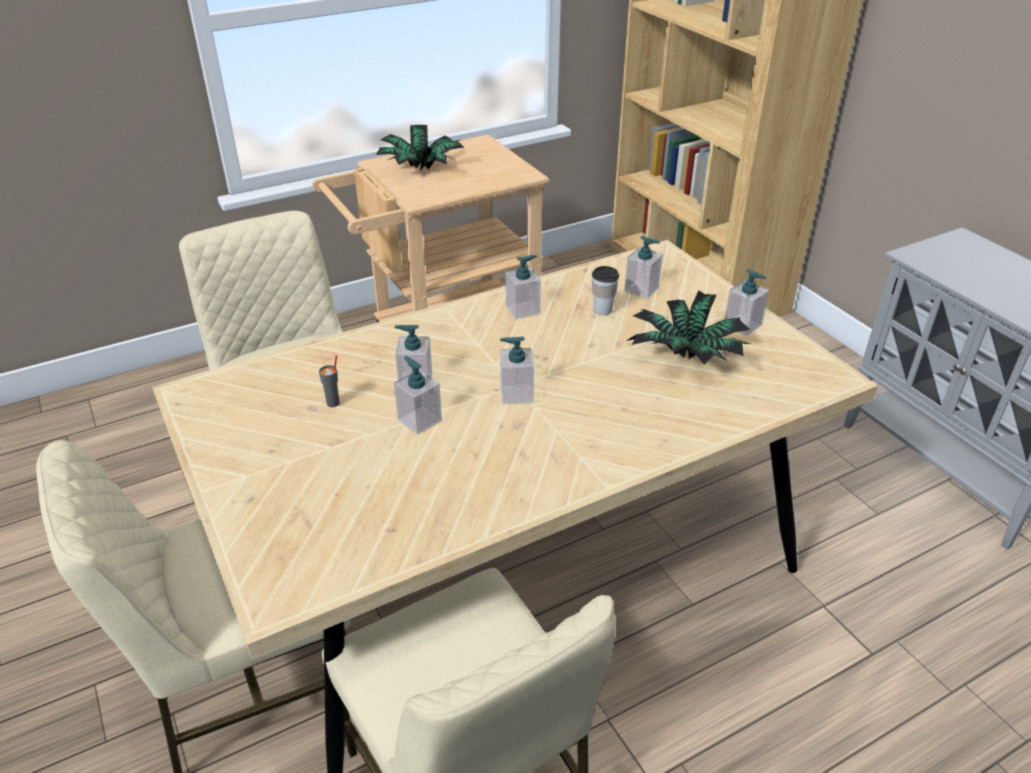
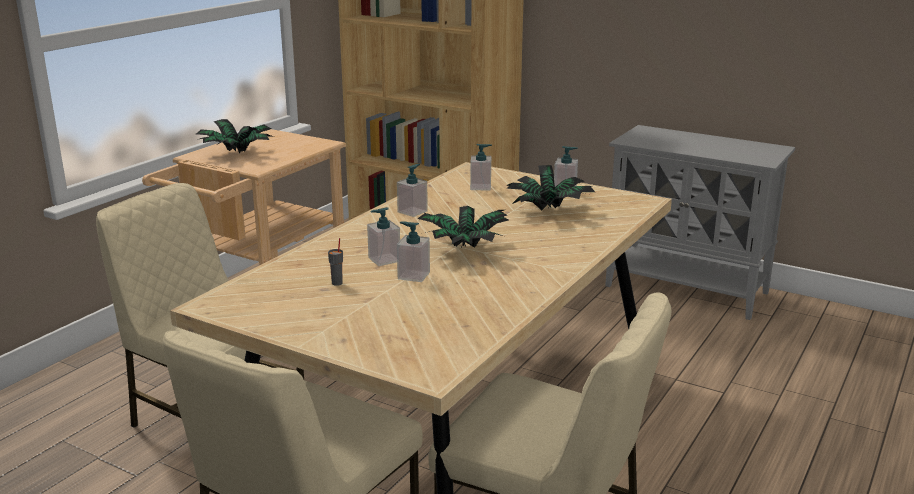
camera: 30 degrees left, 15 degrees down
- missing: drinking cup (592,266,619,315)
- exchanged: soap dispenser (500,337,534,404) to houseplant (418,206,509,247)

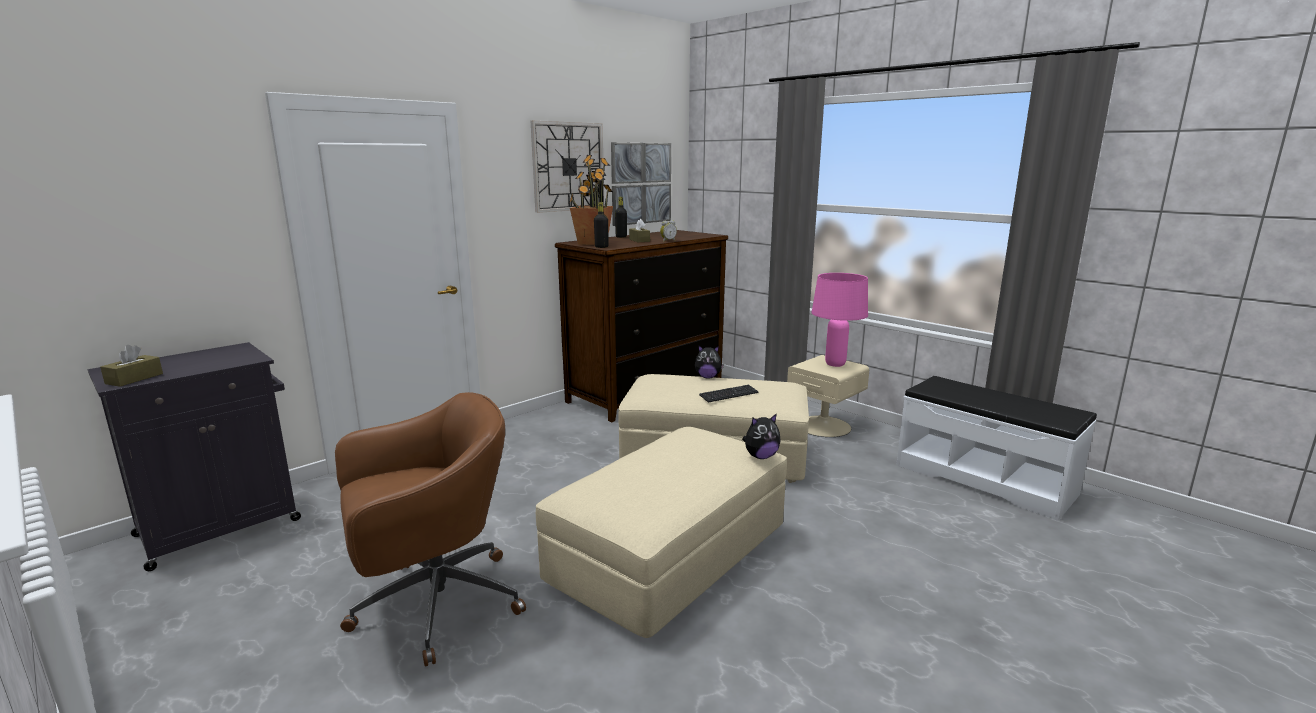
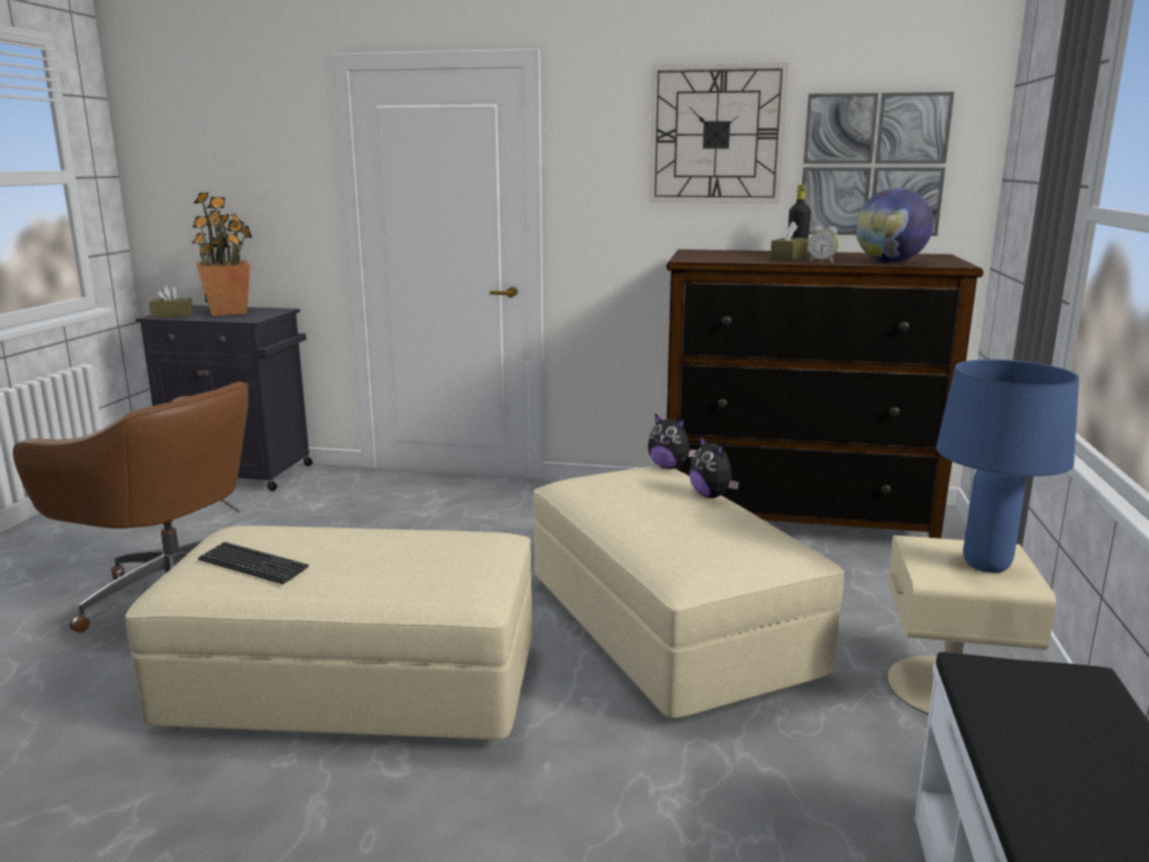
camera: 55 degrees right, 0 degrees up
- missing: black-coloured drink bottle (594,202,608,248)
- appeared: desk globe (856,188,934,263)
- relocated: houseplant (569,155,613,245) to (192,192,252,316)
- relocated: PC keyboard (699,384,758,402) to (198,542,309,584)
- relocated: soft toy (742,414,781,459) to (648,414,697,469)
- colour: pink-coloured tabletop lamp (812,273,868,367) to blue-coloured tabletop lamp (936,359,1079,573)

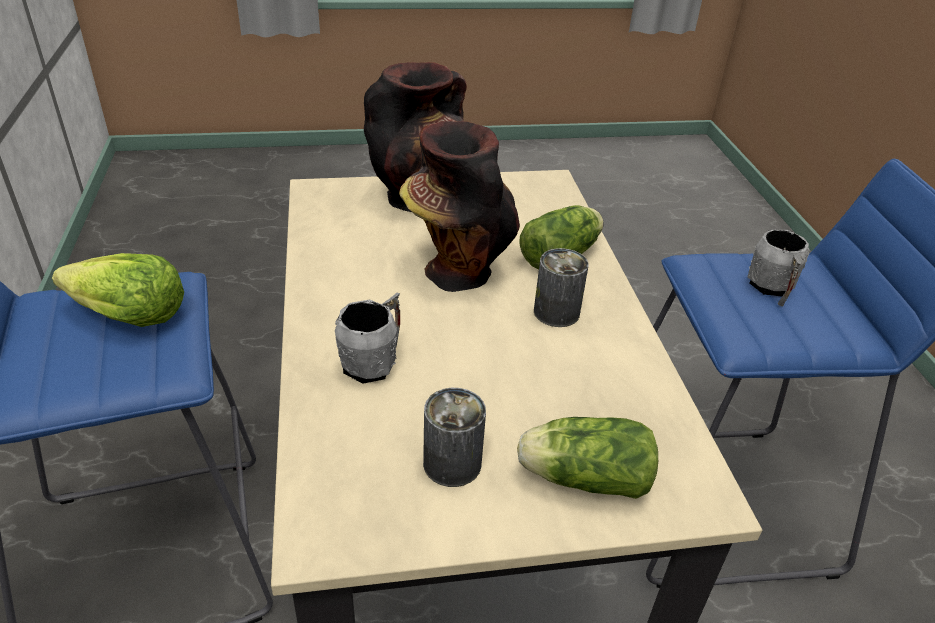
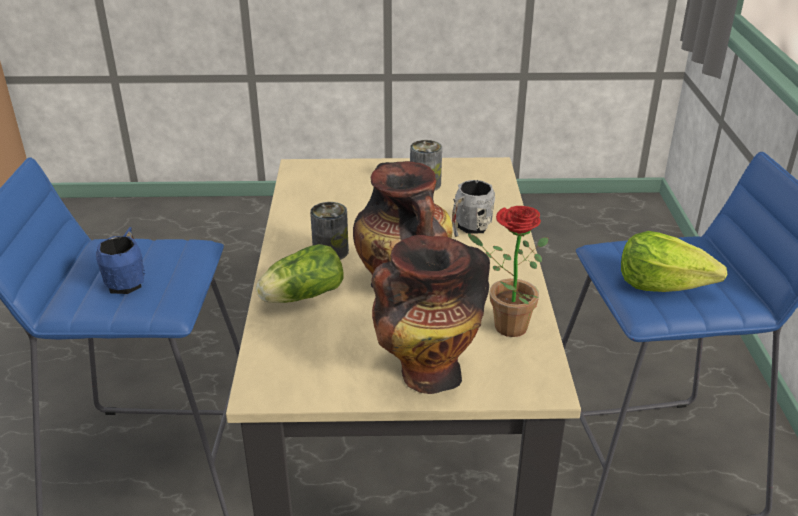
camera: 170 degrees left, 5 degrees down
- missing: lettuce (517,417,658,499)
- appeared: houseplant (468,206,548,337)
- colour: greyish mug (748,229,809,306) to blue-coloured mug (96,227,145,294)

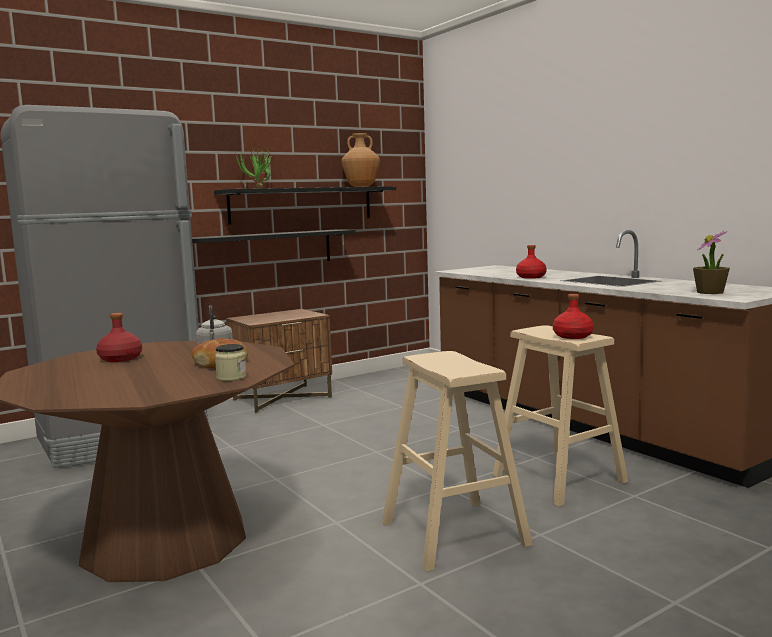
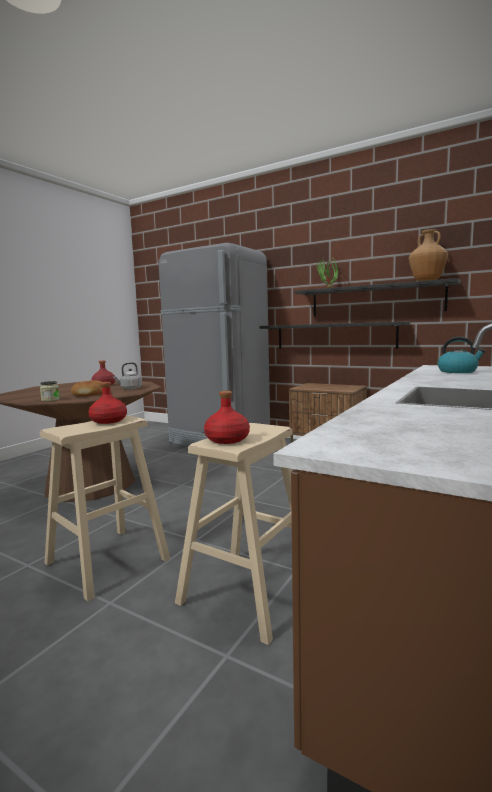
camera: 65 degrees right, 0 degrees up
- missing: houseplant (693,230,730,294)
- appeared: water kettle (438,337,486,373)
- relocated: red drink bottle (516,245,547,279) to (88,382,127,424)

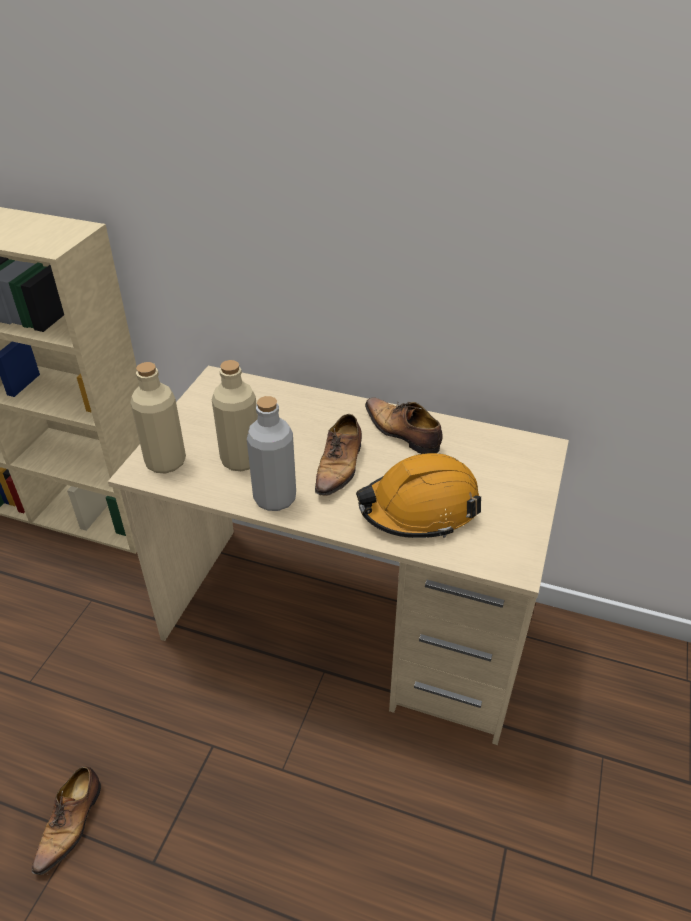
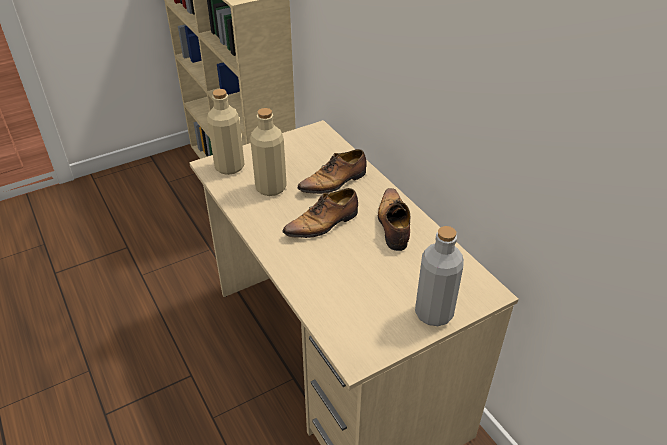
camera: 40 degrees right, 0 degrees up
- missing: orange work helmet (356,453,481,538)
- relocated: low shoe (32,767,101,875) to (297,149,367,194)
- relocated: greyish drink bottle (247,396,296,511) to (415,226,464,326)

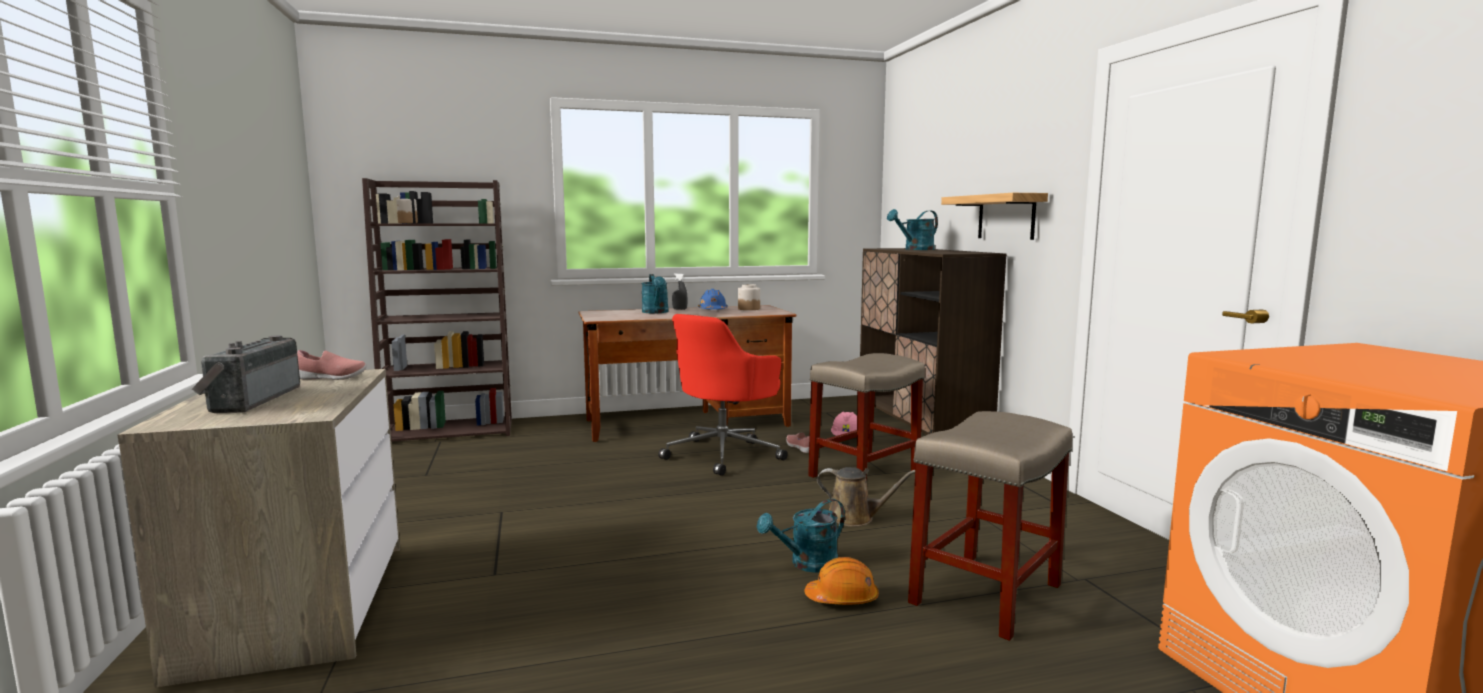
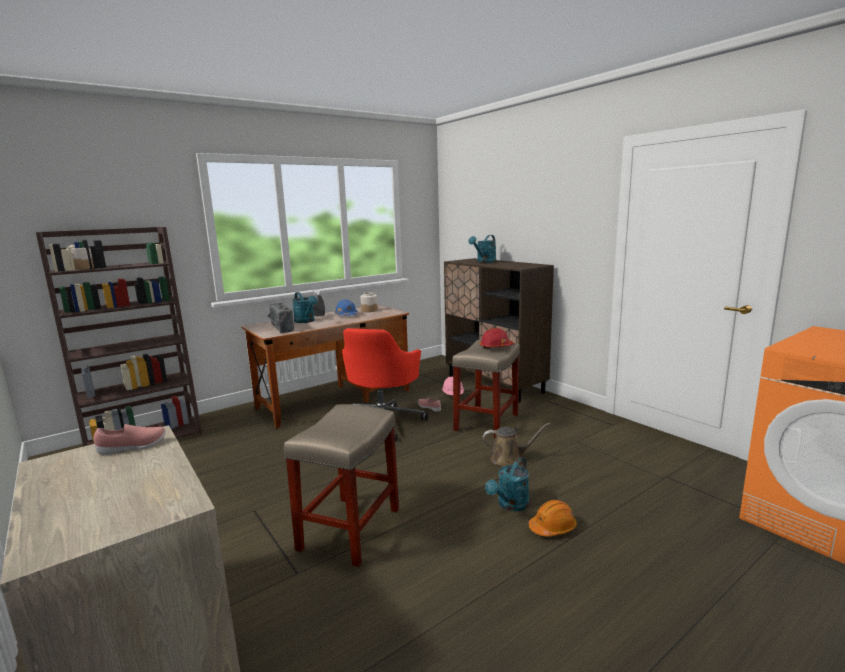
camera: 20 degrees left, 5 degrees up
- missing: wall shelf (941,193,1048,240)
- appeared: red work helmet (479,328,514,349)
- relocated: radio (192,335,300,413) to (267,302,294,333)
- relocated: sand-coloured stool seat (908,411,1072,641) to (284,404,399,567)

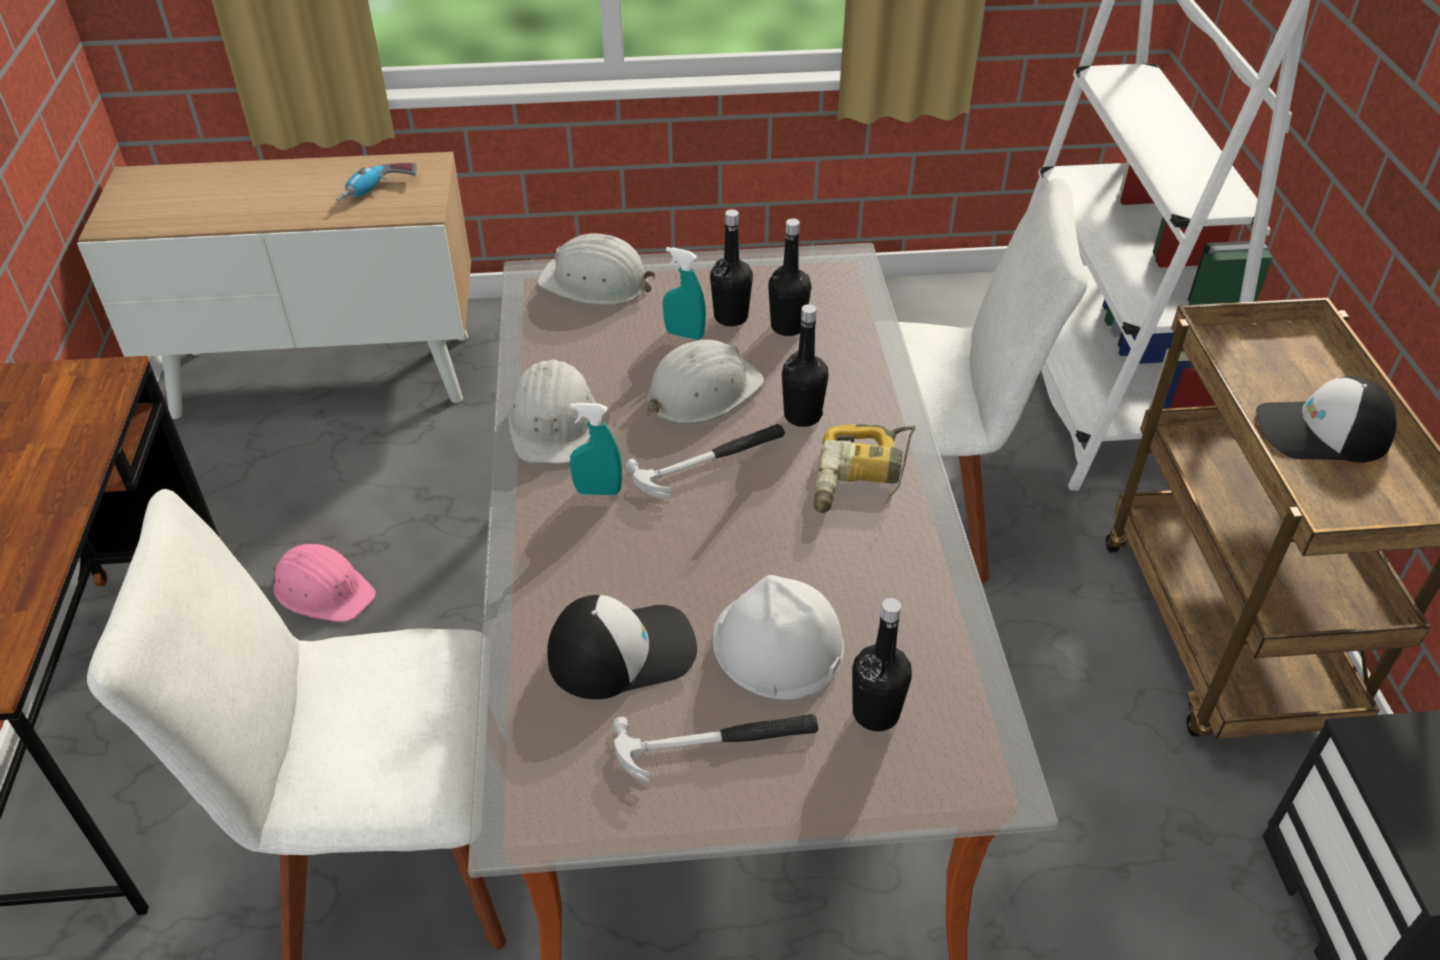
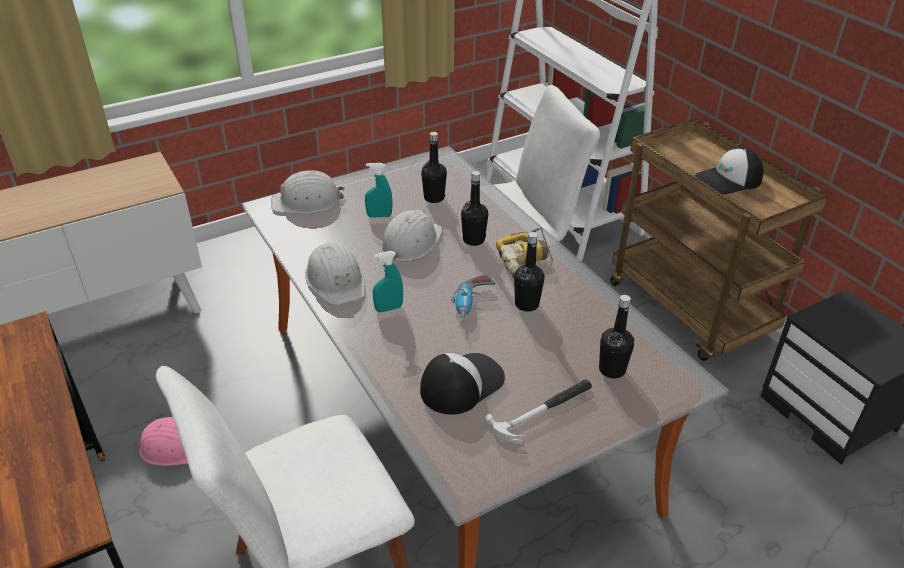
camera: 25 degrees left, 5 degrees down
- missing: tool hammer (625,424,785,498)
- missing: white work helmet (712,575,844,700)
- relocated: electric drill (336,163,417,201) to (451,274,495,323)
- relocated: black-coloured drink bottle (710,209,753,326) to (514,232,545,312)

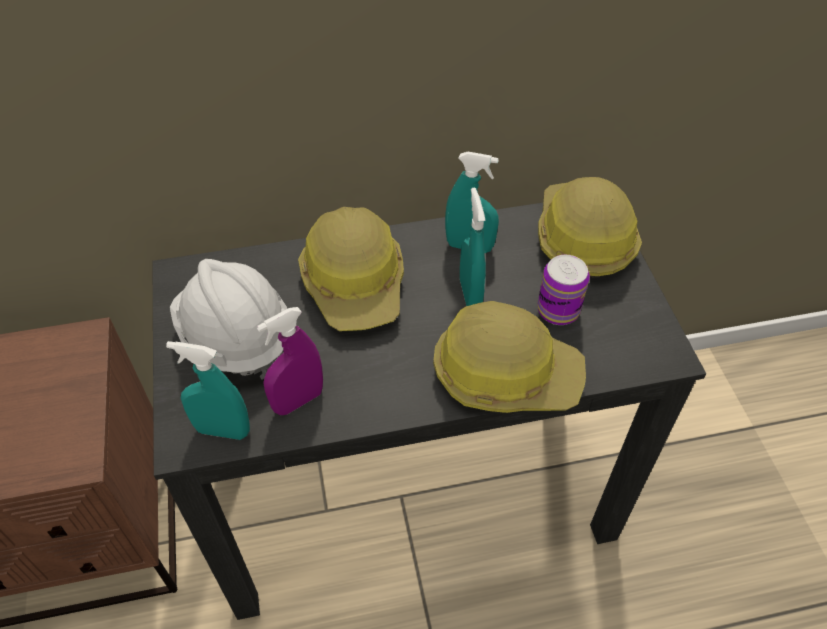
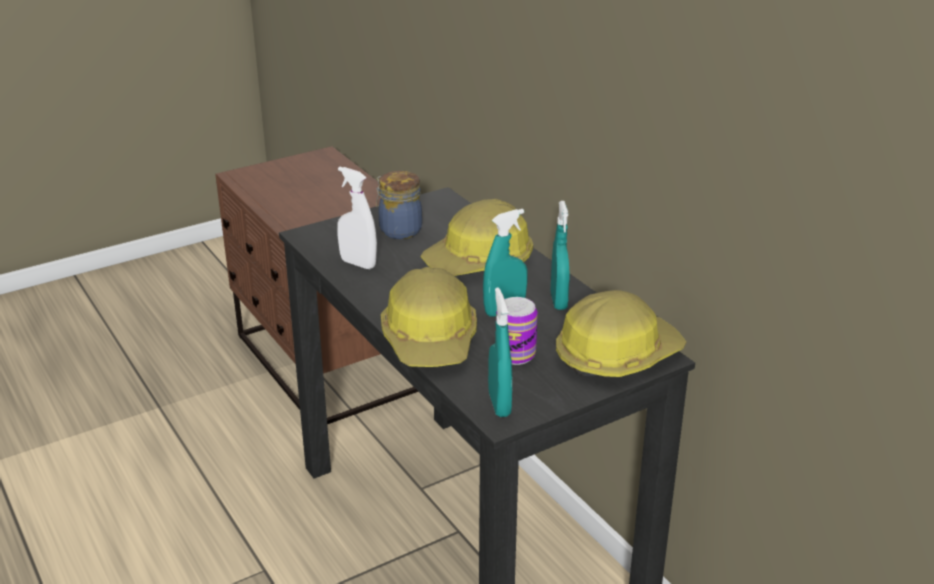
camera: 70 degrees right, 20 degrees down
- relocated: blue-green hand sprayer (166,341,250,440) to (488,287,512,417)
- exchanged: white work helmet (170,259,287,380) to storage jar (376,171,422,239)
- colour: purplish hand sprayer (257,307,323,415) to white hand sprayer (337,167,377,269)

